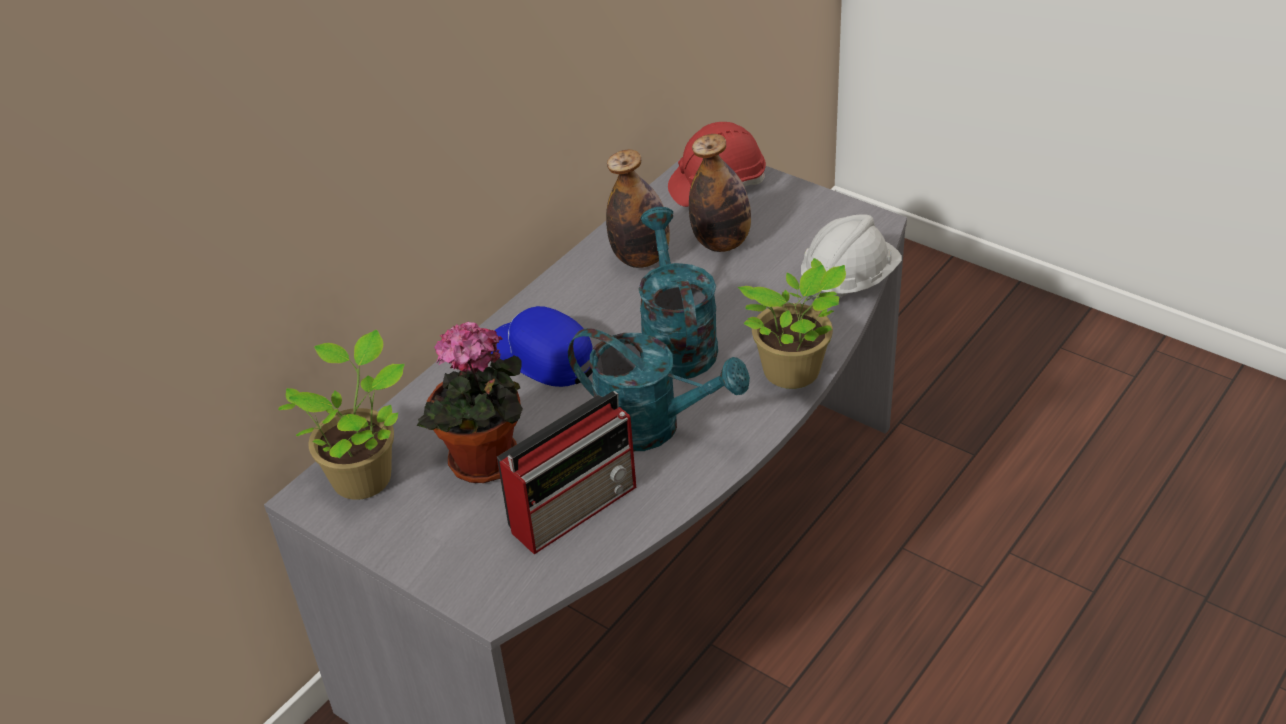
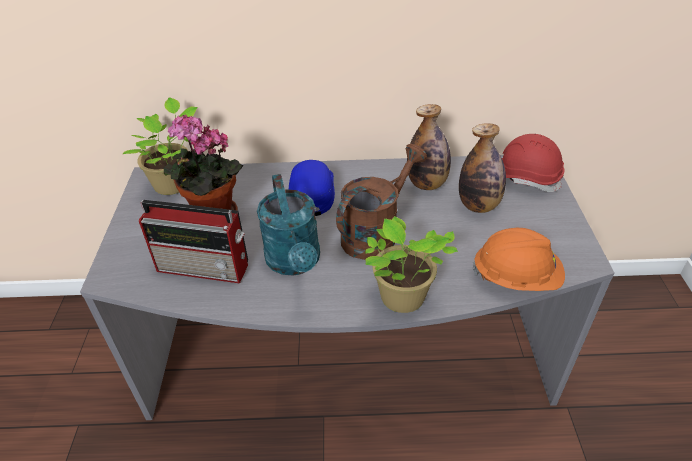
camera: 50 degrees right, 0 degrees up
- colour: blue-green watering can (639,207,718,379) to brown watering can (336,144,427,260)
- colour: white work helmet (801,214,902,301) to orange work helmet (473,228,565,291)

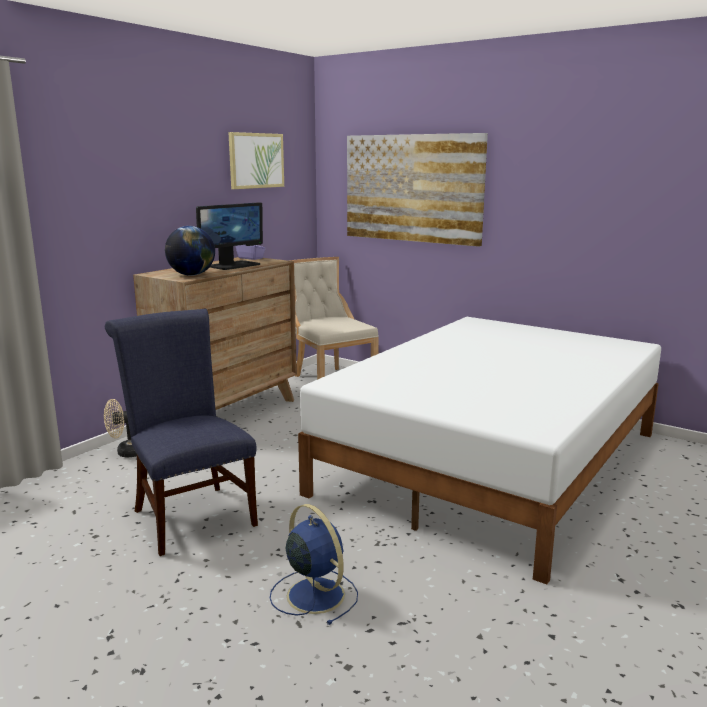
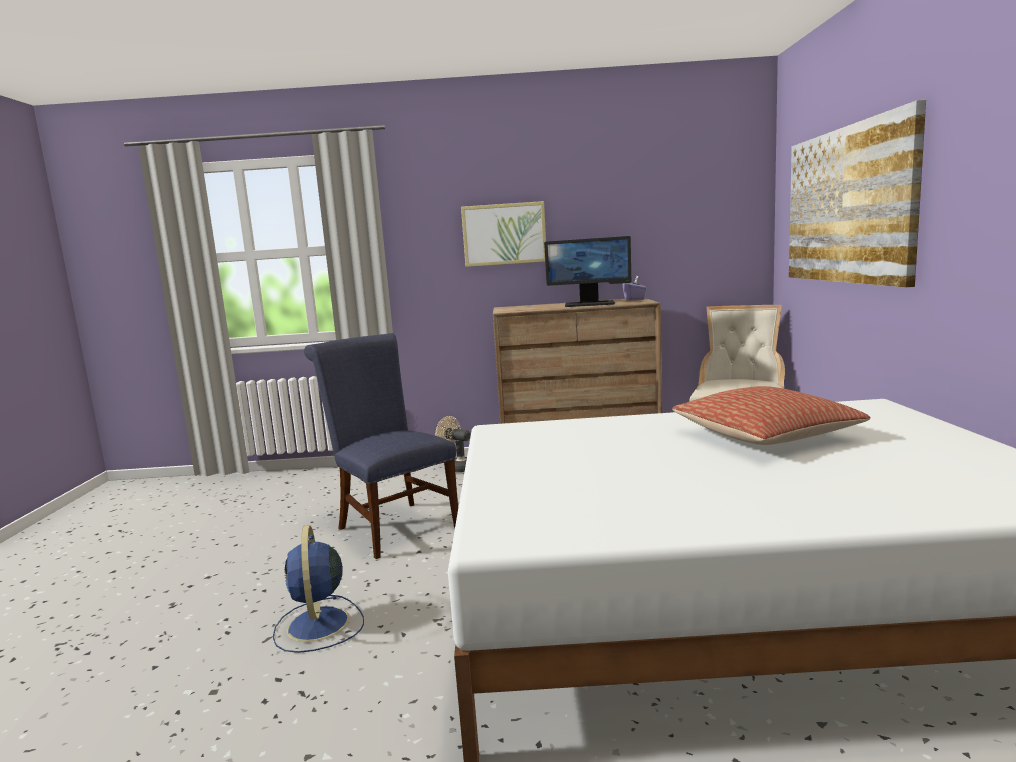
camera: 55 degrees right, 5 degrees down
- missing: desk globe (165,226,215,276)
- appeared: cushion (672,386,871,445)
- relocated: picture (228,132,284,189) to (461,201,546,267)
- spun: blue-coloured upright chair (105,309,258,556) = (304,333,458,559) 60 degrees counterclockwise
- spun: blue-coloured electric fan (270,504,358,625) = (273,525,364,653) 150 degrees clockwise

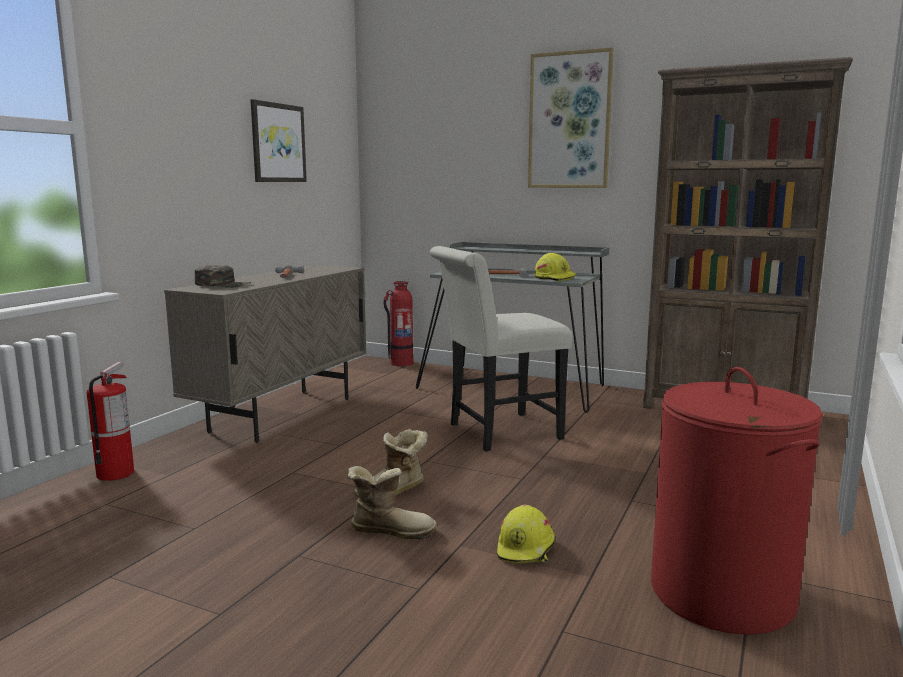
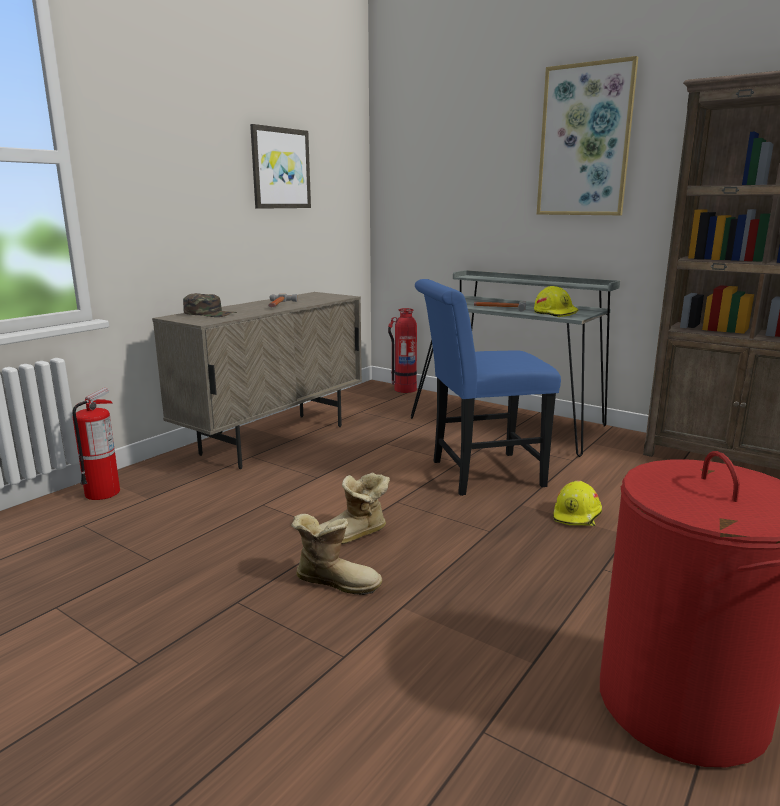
camera: 10 degrees right, 5 degrees up
- relocated: yellow work helmet (497,505,555,564) to (553,480,602,526)
- colour: white upright chair (430,246,572,452) to blue-coloured upright chair (415,279,561,496)

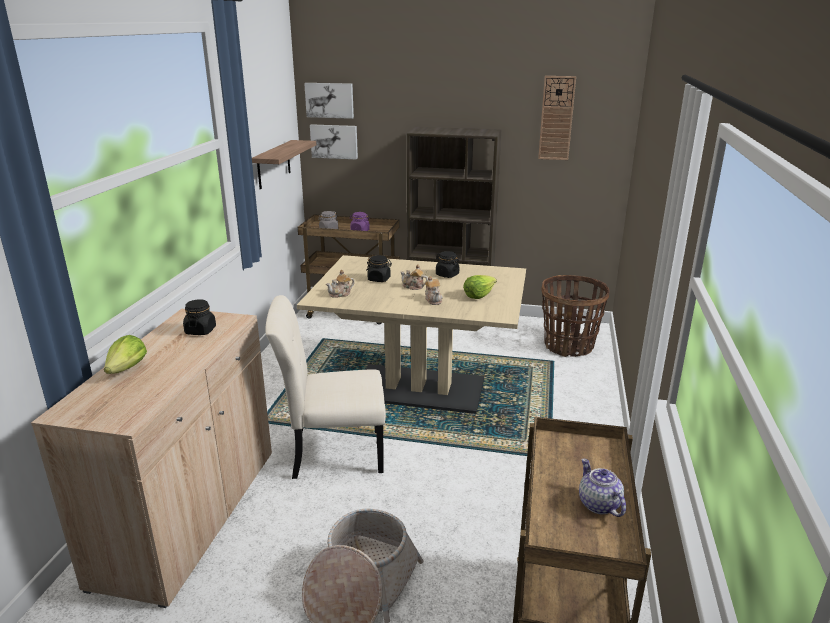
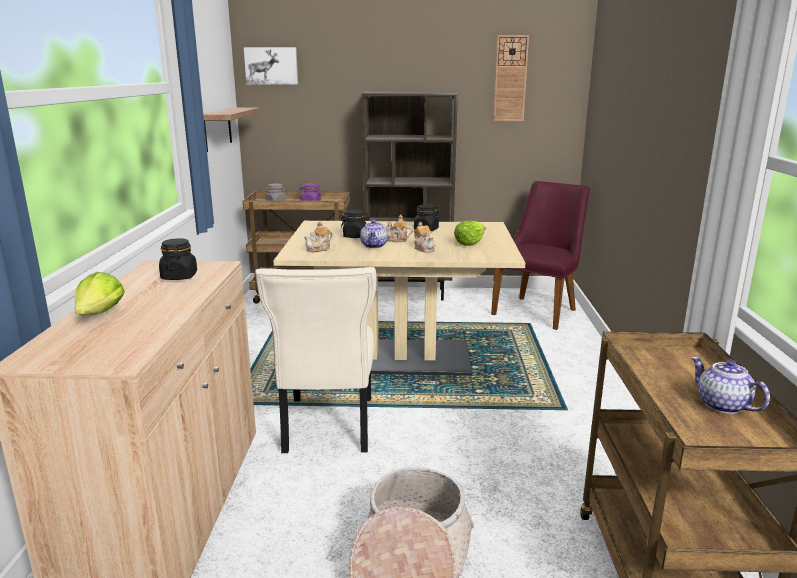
camera: 10 degrees left, 5 degrees down
- missing: picture (310,124,358,160)
- appeared: teapot (360,220,388,248)
- exchanged: basket (541,275,610,357) to purplish upright chair (491,181,590,330)
- spun: sand-coloured upright chair (265,295,386,479) = (255,267,376,453) 75 degrees counterclockwise

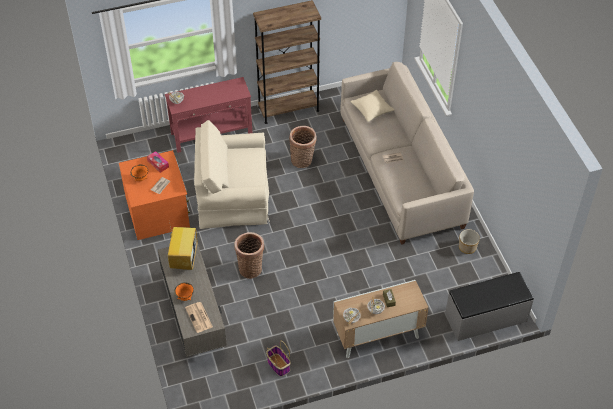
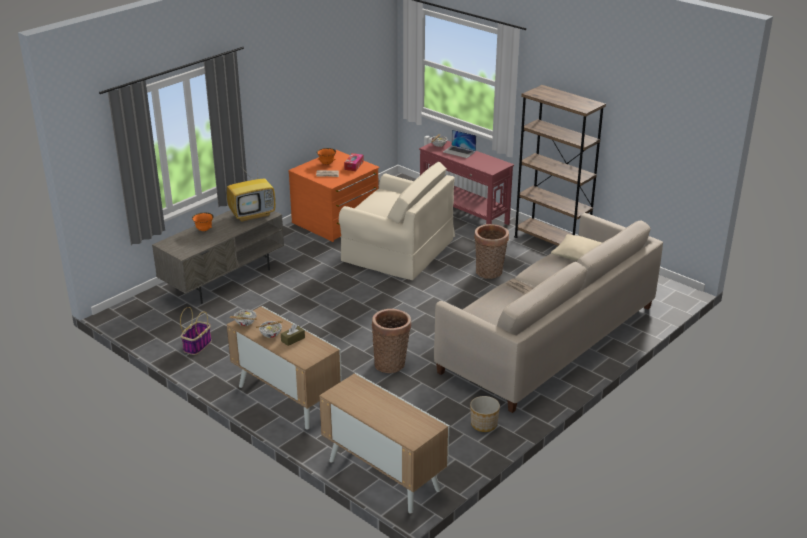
camera: 60 degrees right, 20 degrees down
- missing: newspaper (185,302,213,333)
- appeared: notebook computer (443,130,476,158)
- relocated: basket (235,232,264,279) to (371,309,411,373)
- exchanged: greyish indoor bench (445,272,534,341) to storage cabinet (319,373,449,514)
- spun: sand-coloured lounge chair (194,120,270,229) = (339,162,455,280) 150 degrees clockwise

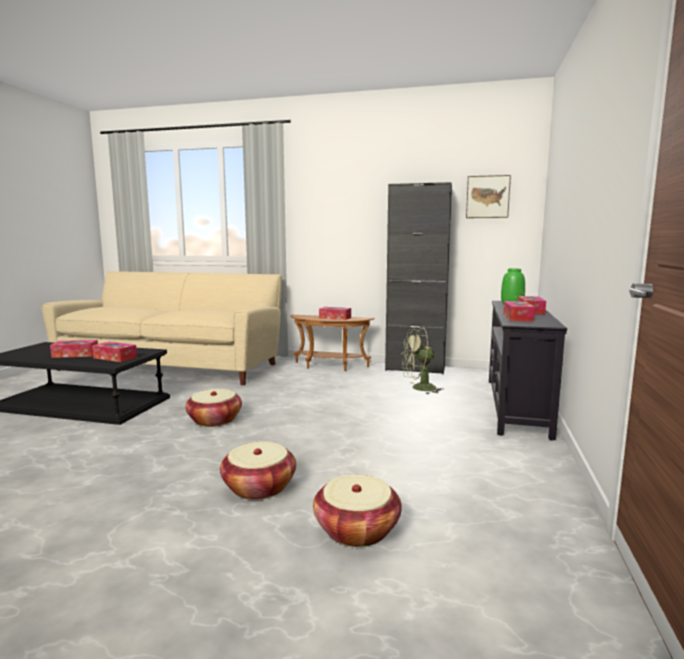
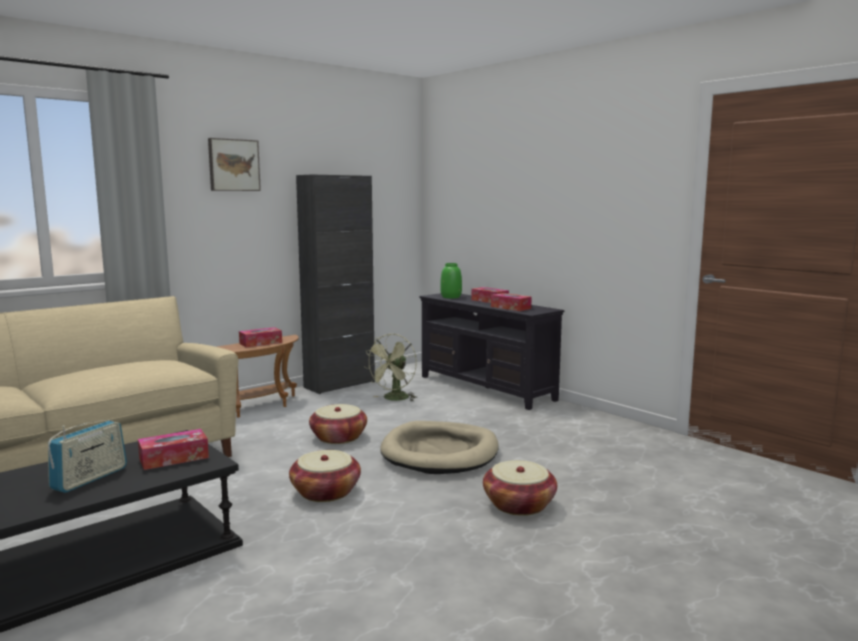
camera: 55 degrees left, 0 degrees up
- appeared: sand-coloured pet bed (380,421,499,474)
- relocated: basket (313,475,402,547) to (309,404,367,444)
- relocated: picture (466,175,511,218) to (208,138,261,191)
- exchanged: tissue box (50,340,98,358) to radio (48,420,127,493)

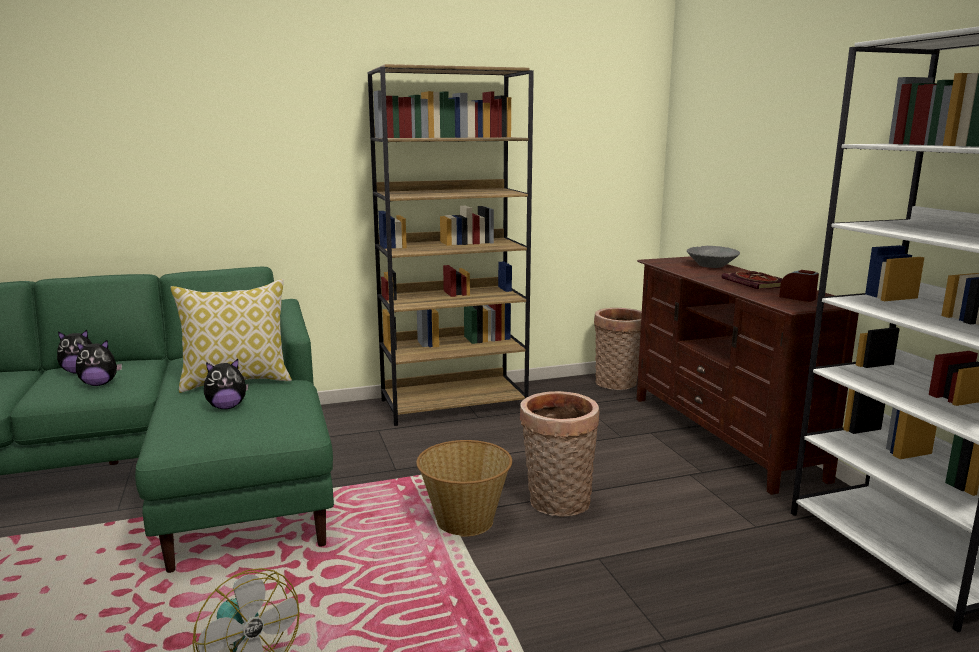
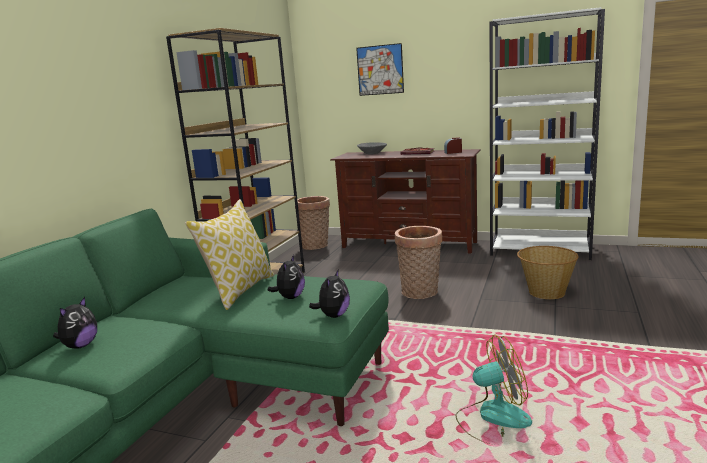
camera: 50 degrees left, 0 degrees up
- appeared: picture (356,43,404,96)
- relocated: soft toy (76,340,122,386) to (309,269,350,318)
- relocated: basket (416,440,512,537) to (517,246,579,299)

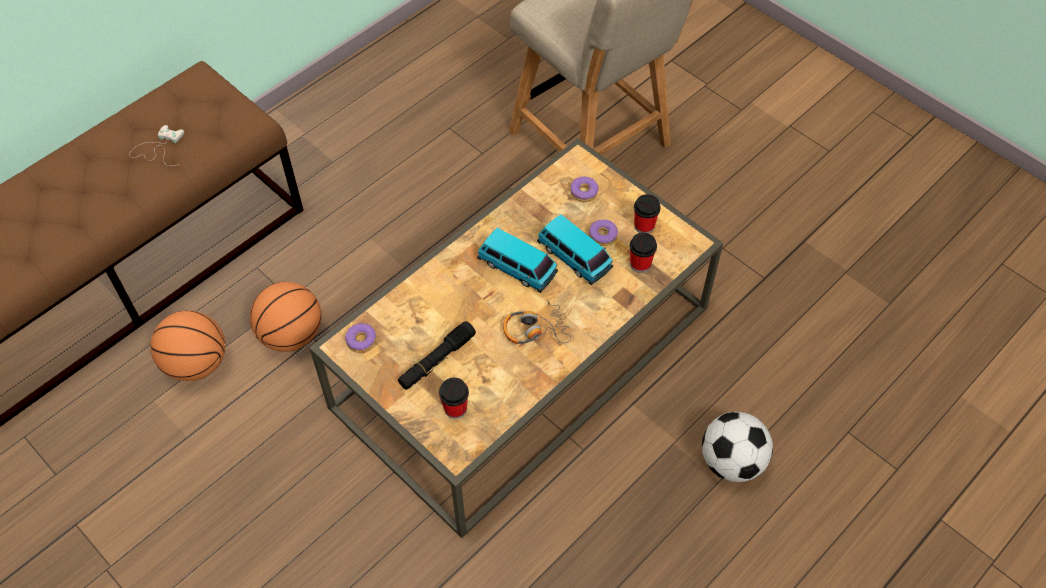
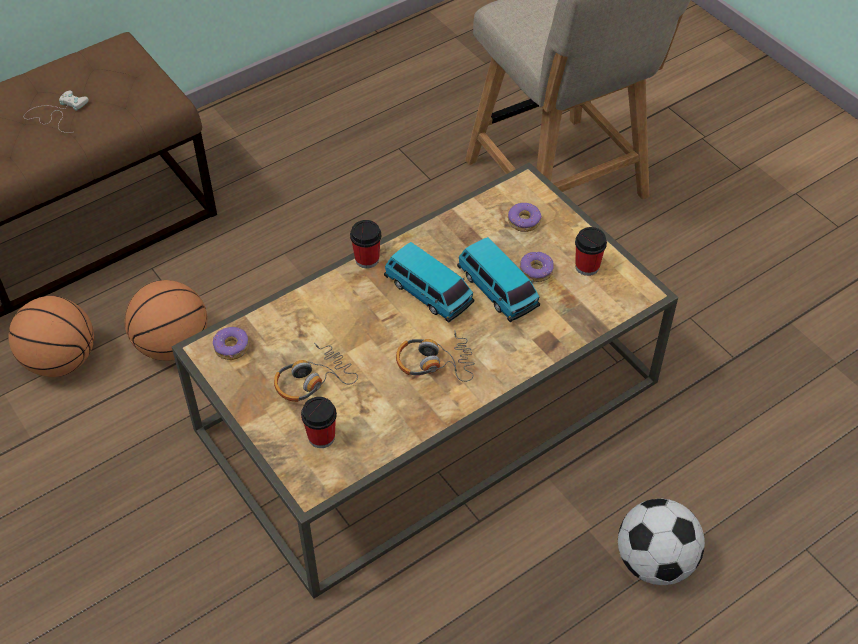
camera: 10 degrees right, 5 degrees down
- relocated: drinking cup (630,232,657,273) to (350,220,381,269)
- exchanged: black-coloured flashlight (398,321,476,390) to pair of headphones (274,343,358,402)

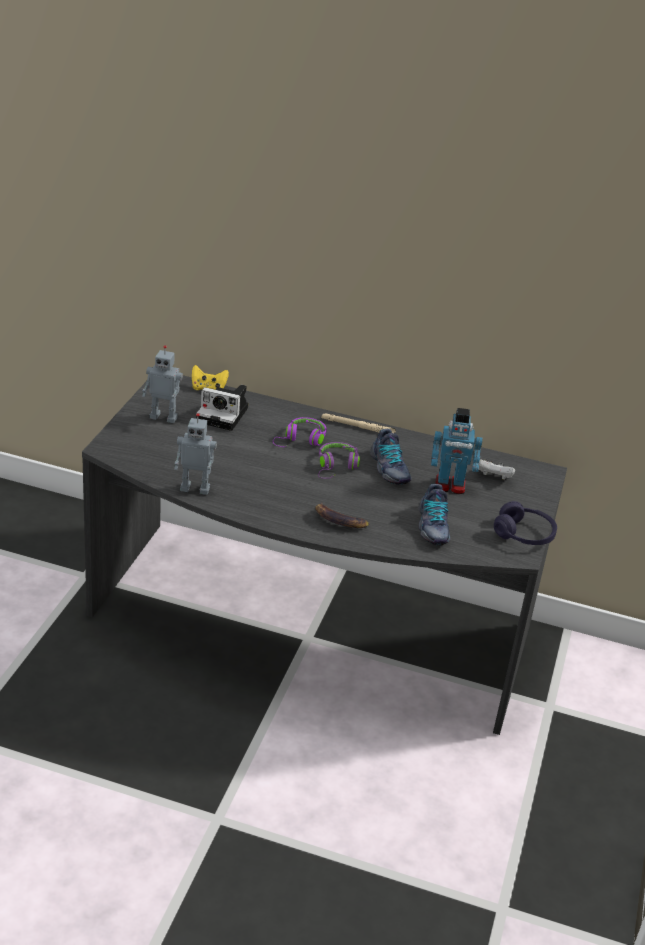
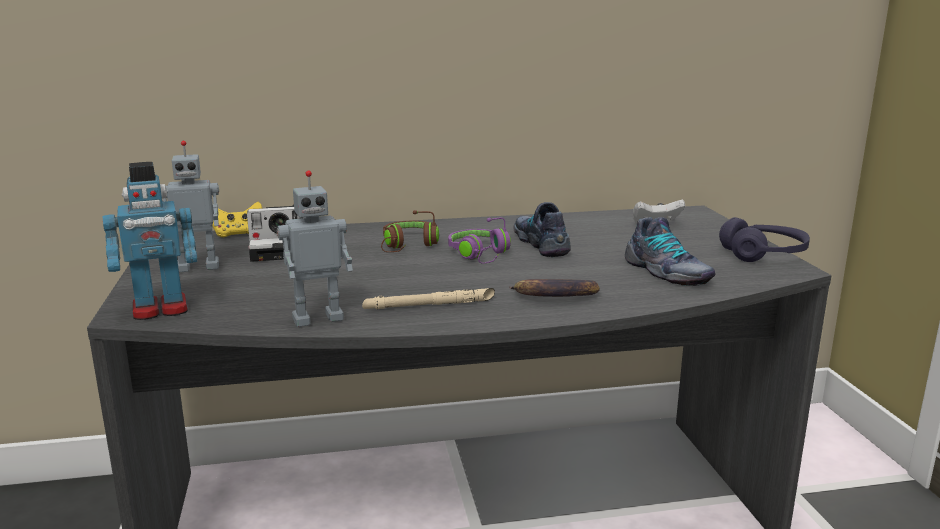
camera: 25 degrees left, 15 degrees down
- relocated: sand-coloured flashlight (321,413,396,433) to (362,288,495,309)
- relocated: robot figure (431,408,483,494) to (103,162,198,320)
- colour: purplish pair of headphones (273,417,327,447) to brown pair of headphones (381,210,439,252)
- spun: low shoe (370,429,412,485) = (514,202,571,257) 150 degrees counterclockwise

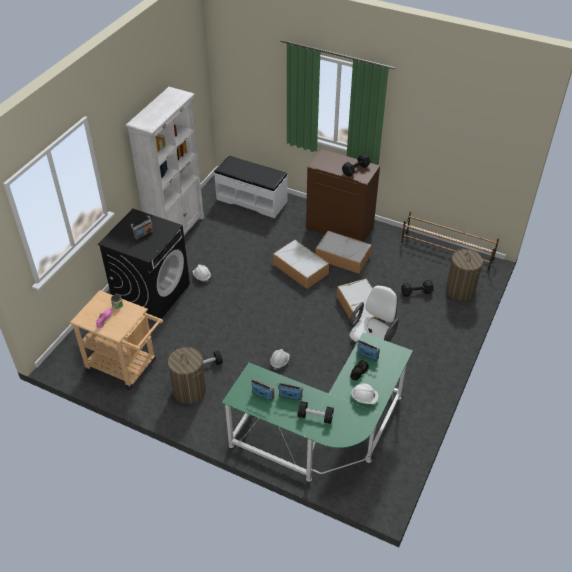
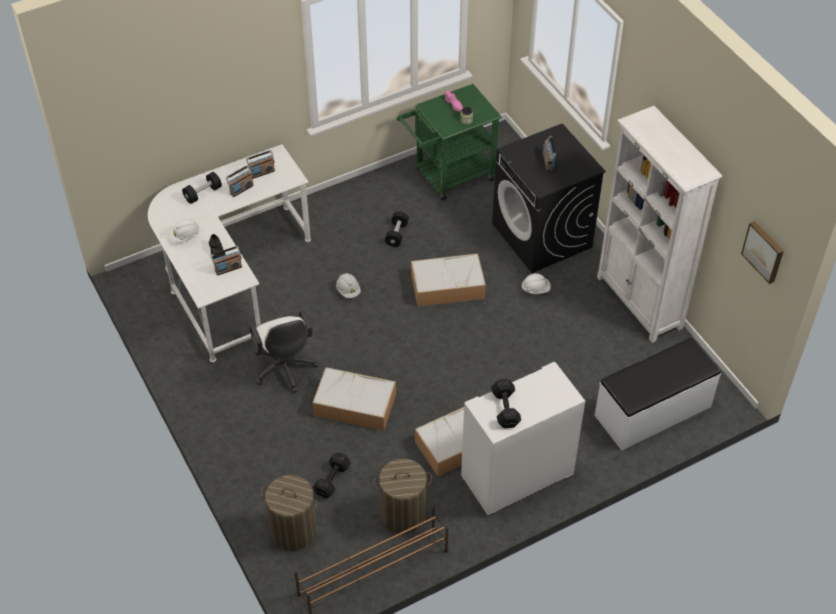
camera: 125 degrees right, 5 degrees up
- appeared: picture (741,221,784,284)
- relocated: hamper (168,347,206,404) to (373,459,432,534)
- relocated: storage box (273,240,329,289) to (411,253,486,307)
- colour: sand-coloured wheeled cart (70,290,163,390) to green-coloured wheeled cart (397,84,502,201)
- colour: green-coloured desk table (222,333,413,482) to white desk table (148,144,311,362)
- colour: brown storage cabinet (306,149,380,242) to white storage cabinet (461,362,585,516)

